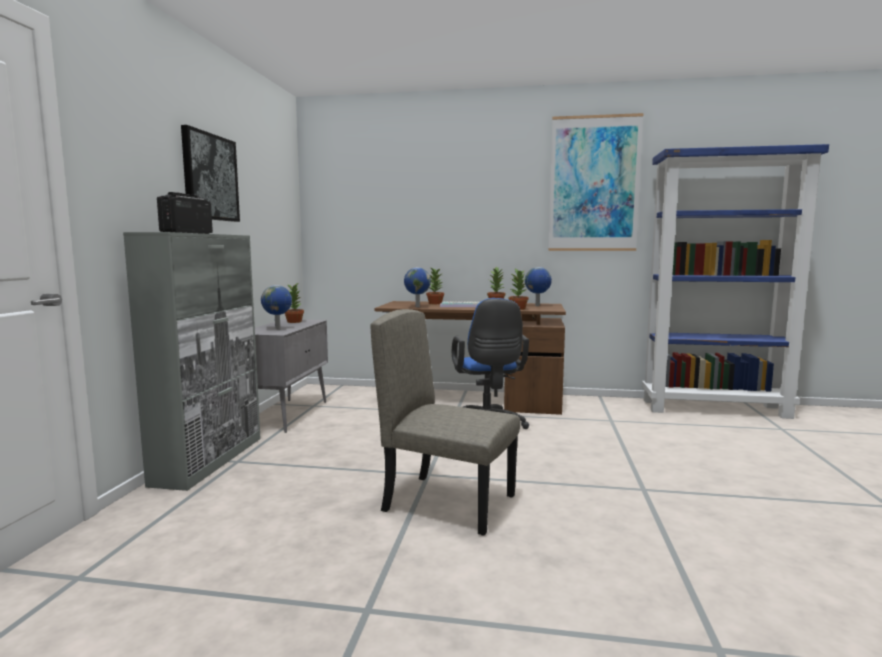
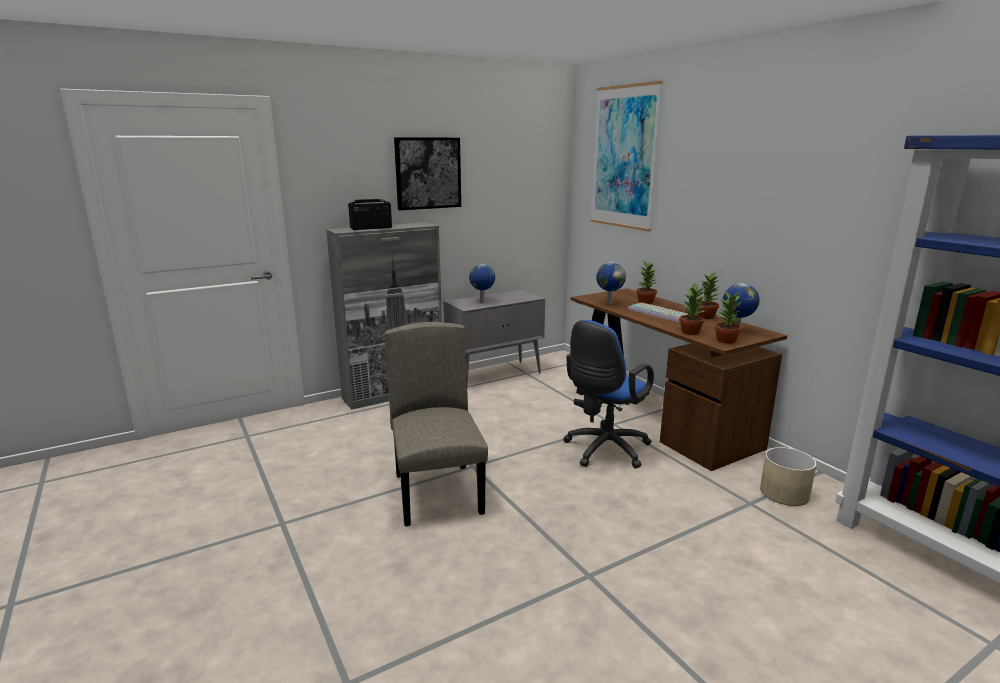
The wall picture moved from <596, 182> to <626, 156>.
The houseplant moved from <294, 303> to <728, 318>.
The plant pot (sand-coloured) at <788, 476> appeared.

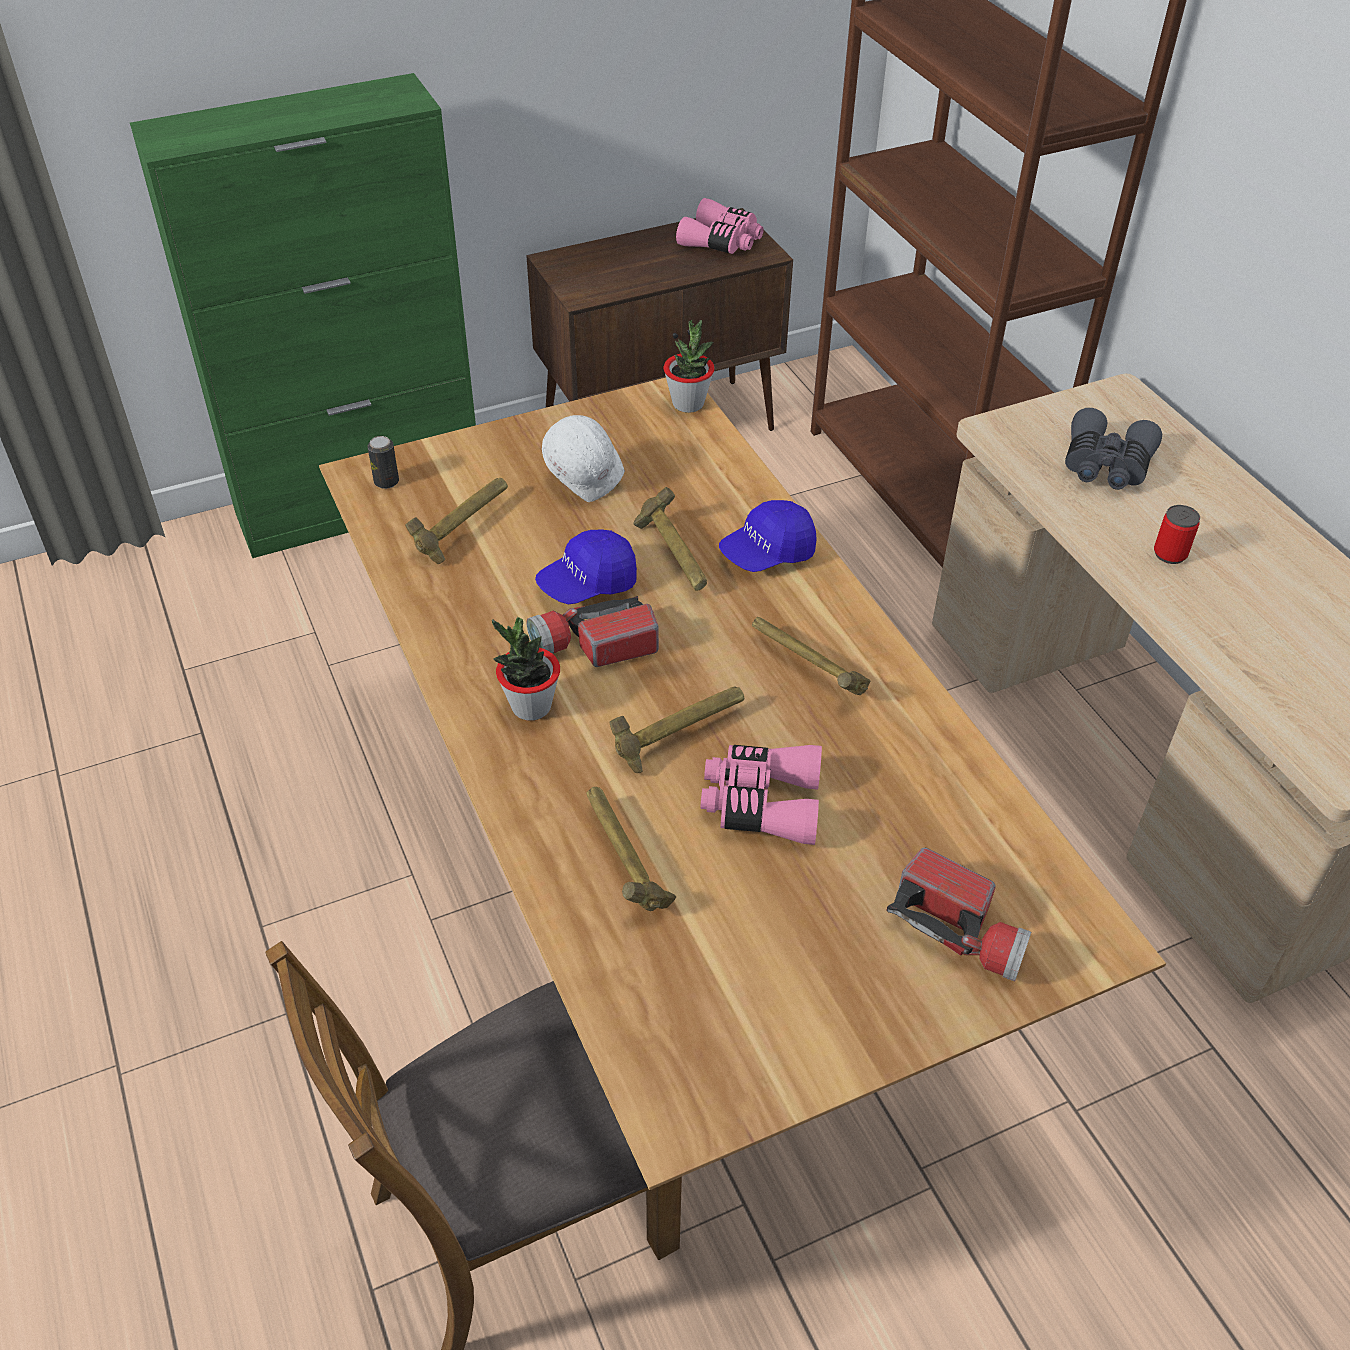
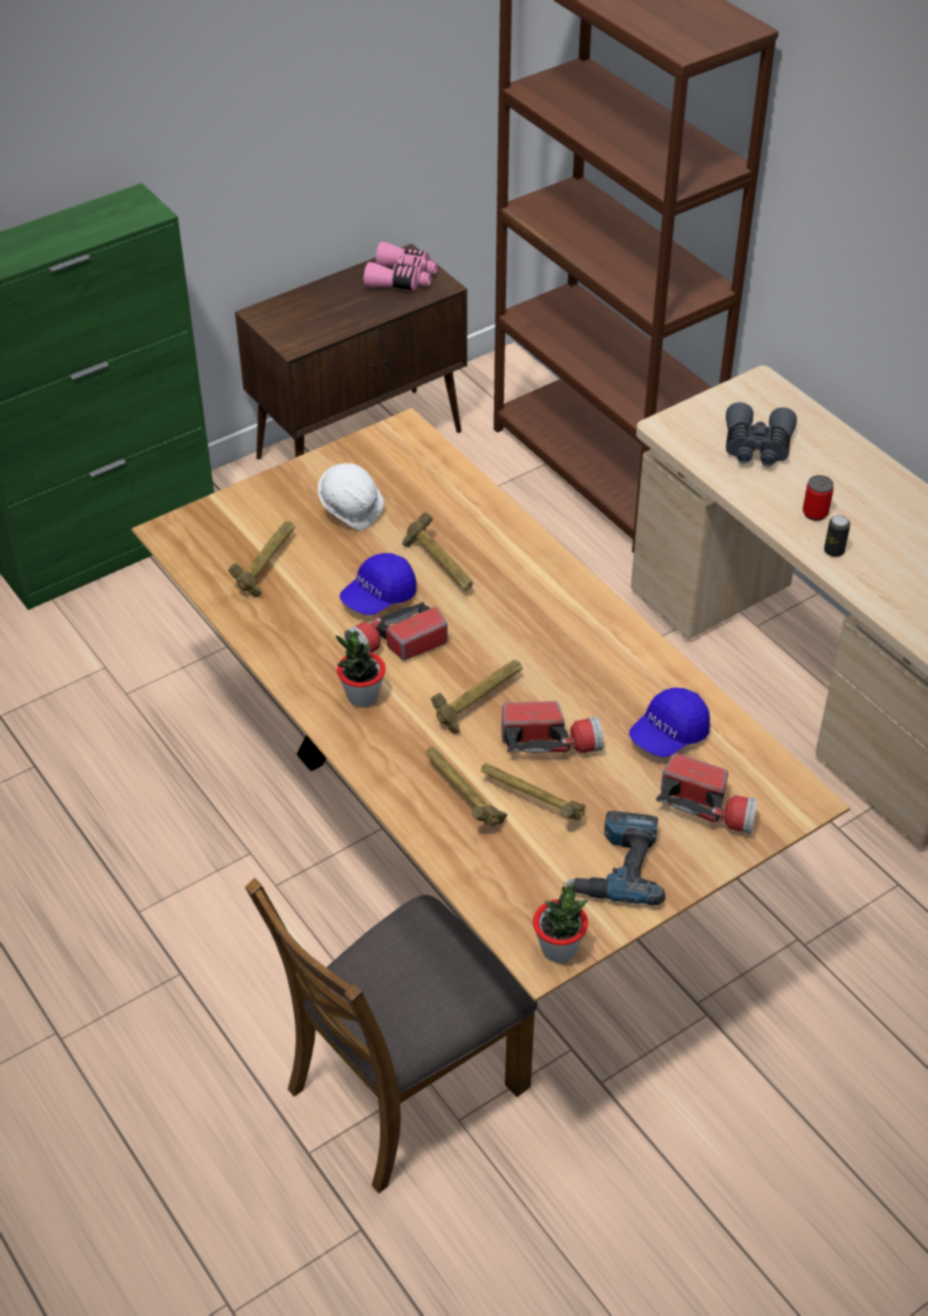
The tool hammer moved from <811, 656> to <533, 791>.
The field glasses (pink-coloured) at <761, 795> was replaced by the flashlight at <553, 727>.
The houseplant moved from <689, 366> to <560, 922>.
The power drill at <614, 858> appeared.
The baseball cap (blue-coloured) moved from <768, 536> to <669, 722>.
The metal can moved from <383, 462> to <837, 536>.

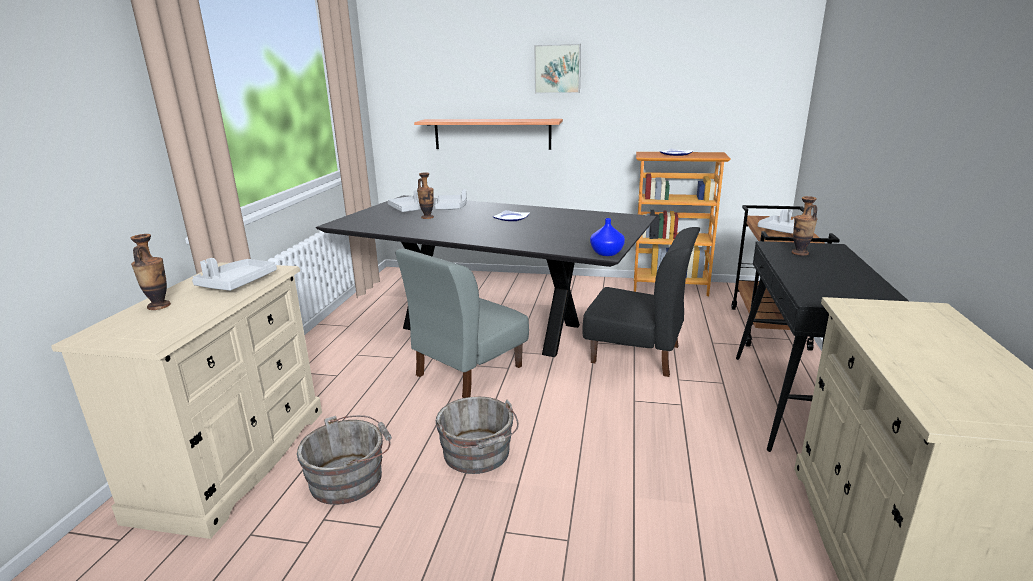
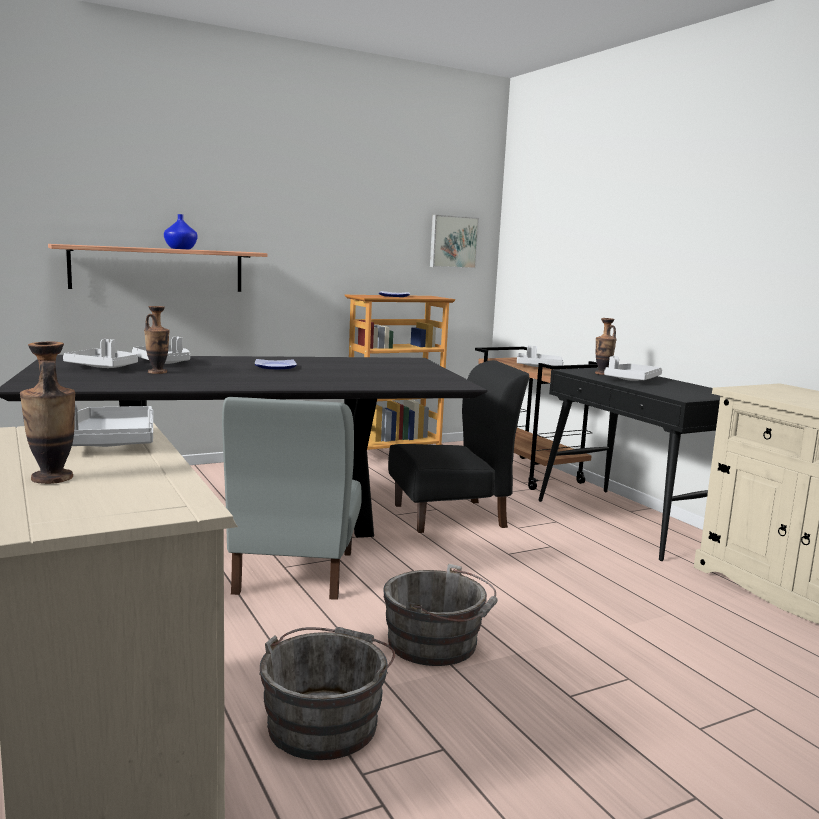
The decorative vase (blue-coloured) moved from <607, 237> to <181, 231>.
The wall picture moved from <557, 69> to <454, 242>.
The serving tray (gray) at <633, 368> appeared.

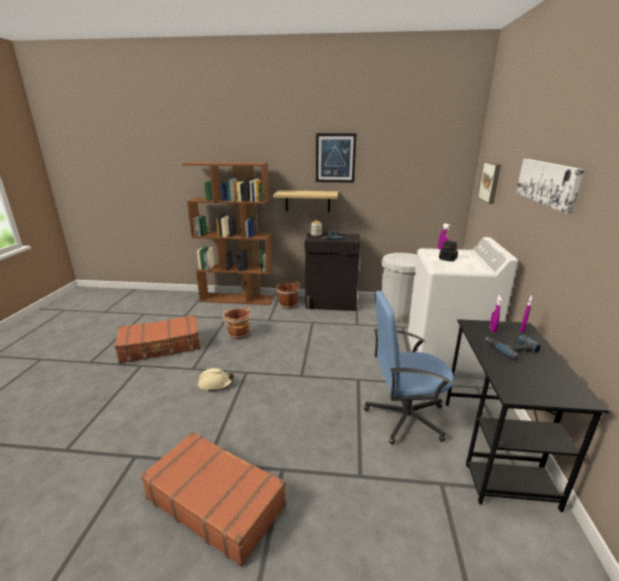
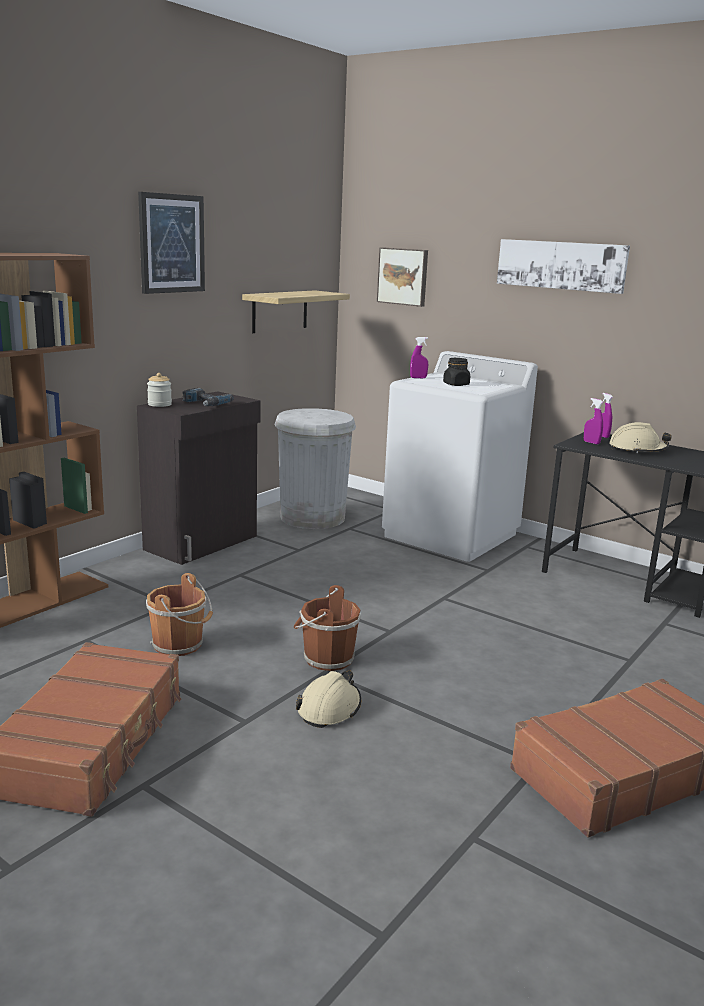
The bracket shelf moved from <305, 201> to <296, 311>.
The water bucket (brownish) moved from <287, 295> to <327, 628>.
The power drill at <513, 347> was replaced by the safety helmet (sand-coloured) at <640, 437>.
The office chair (blue-coloured) at <409, 368> disappeared.

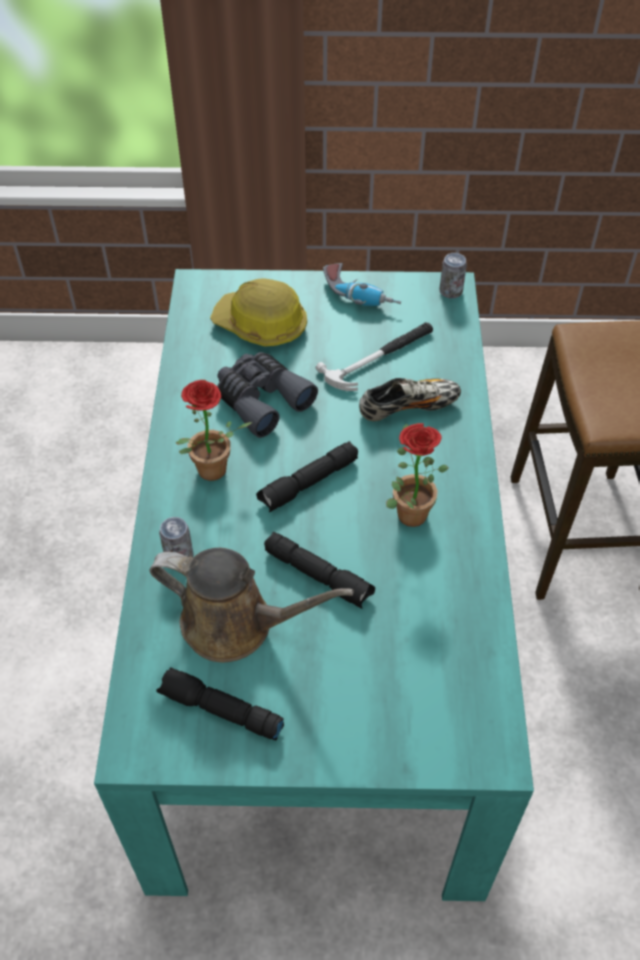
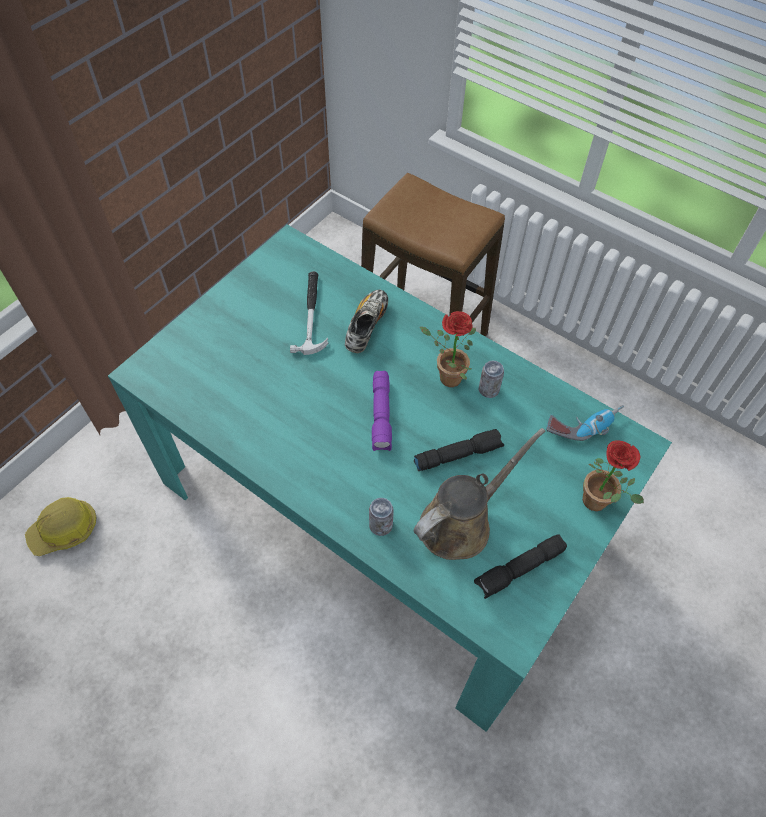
The safety helmet moved from <258, 312> to <61, 526>.
The flashlight (black) at <307, 477> became the flashlight (purple-coloured) at <382, 411>.
The metal can moved from <453, 275> to <491, 379>.
The power drill moved from <362, 284> to <585, 423>.
The houseplant moved from <214, 430> to <613, 475>.
The field glasses (gray) at <267, 395> disappeared.

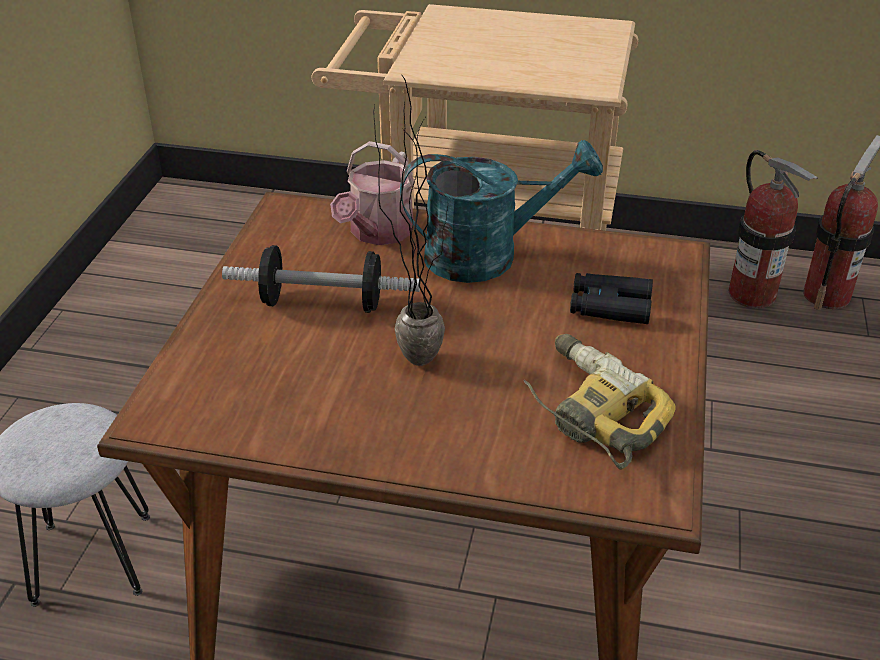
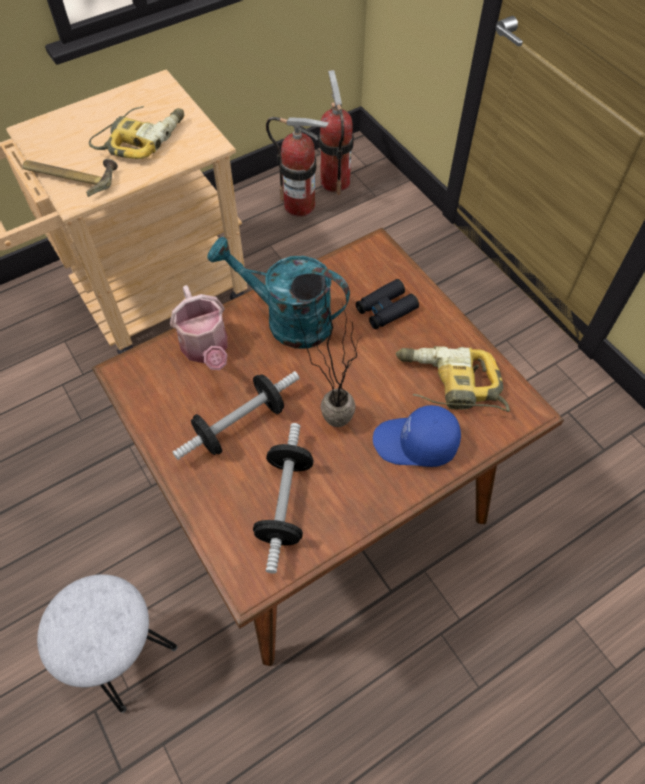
The tool hammer at <70, 178> appeared.
The power drill at <136, 132> appeared.
The sprinkling can (turquoise-coloured) at <501, 211> turned 105 degrees counterclockwise.
The dumbbell at <283, 498> appeared.
The baseball cap (blue-coloured) at <417, 436> appeared.

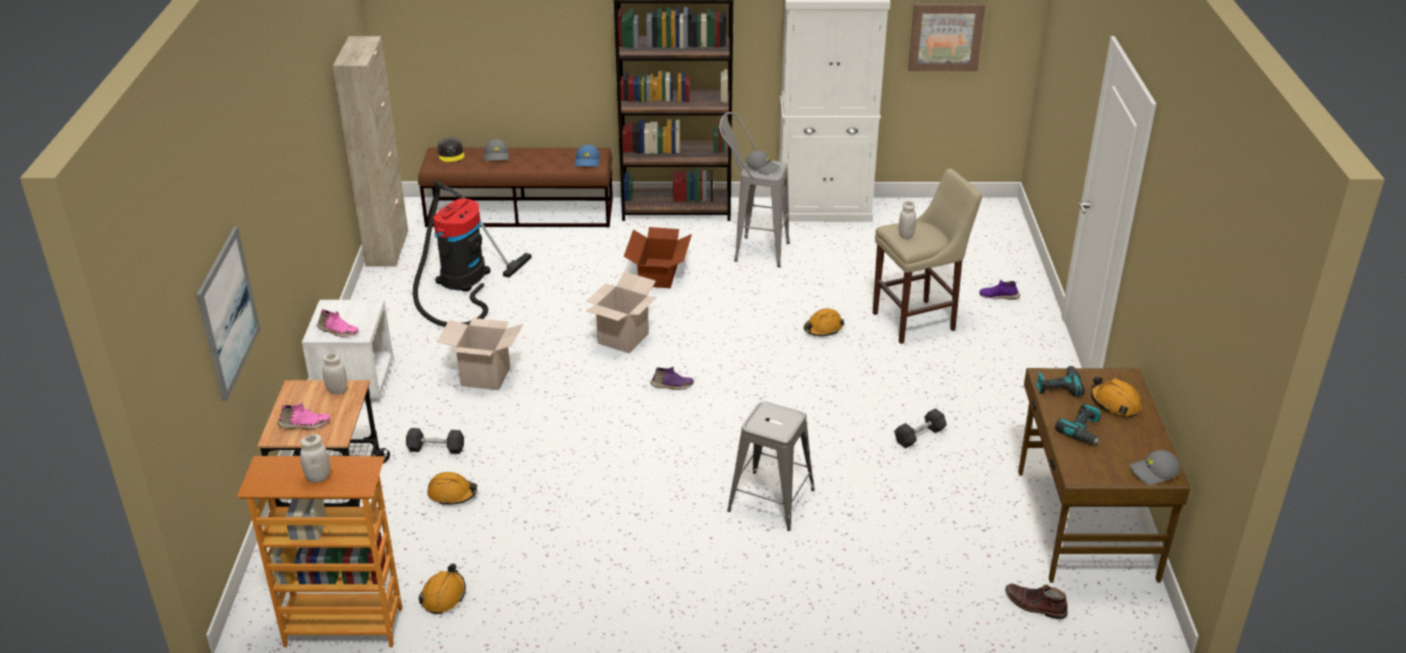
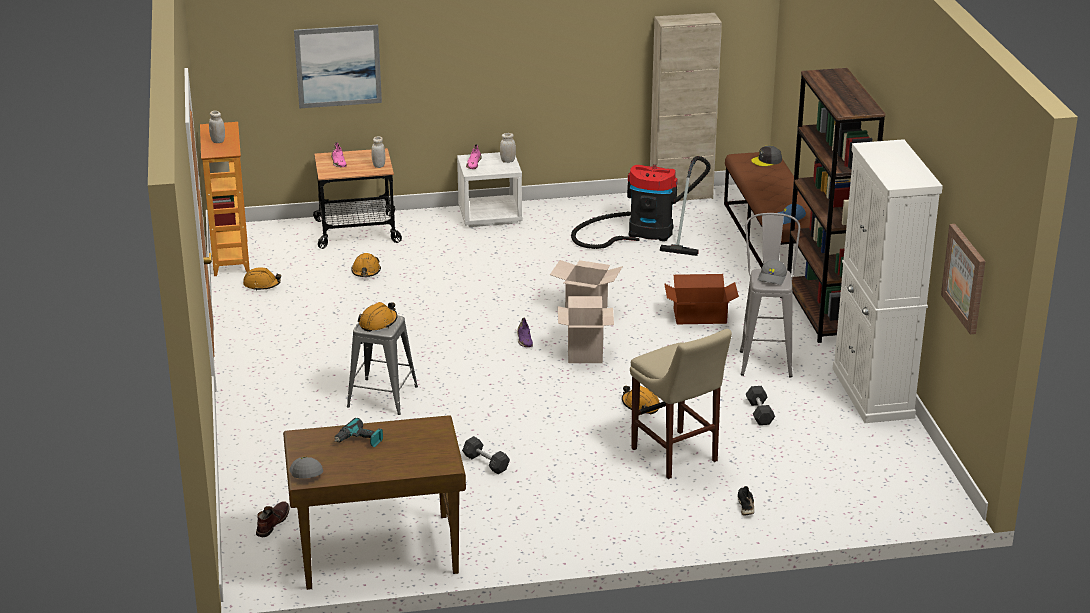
The safety helmet (orange-coloured) moved from <1116, 397> to <378, 317>.
The preserve jar (white) moved from <907, 220> to <508, 148>.
The packing box moved from <480, 354> to <586, 329>.
The item of footwear (purple-coloured) at <999, 289> became the item of footwear (black) at <746, 501>.
The dumbbell (gray) moved from <435, 441> to <760, 405>.
The baseball cap (gray) at <496, 150> disappeared.
The power drill at <1060, 381> disappeared.

